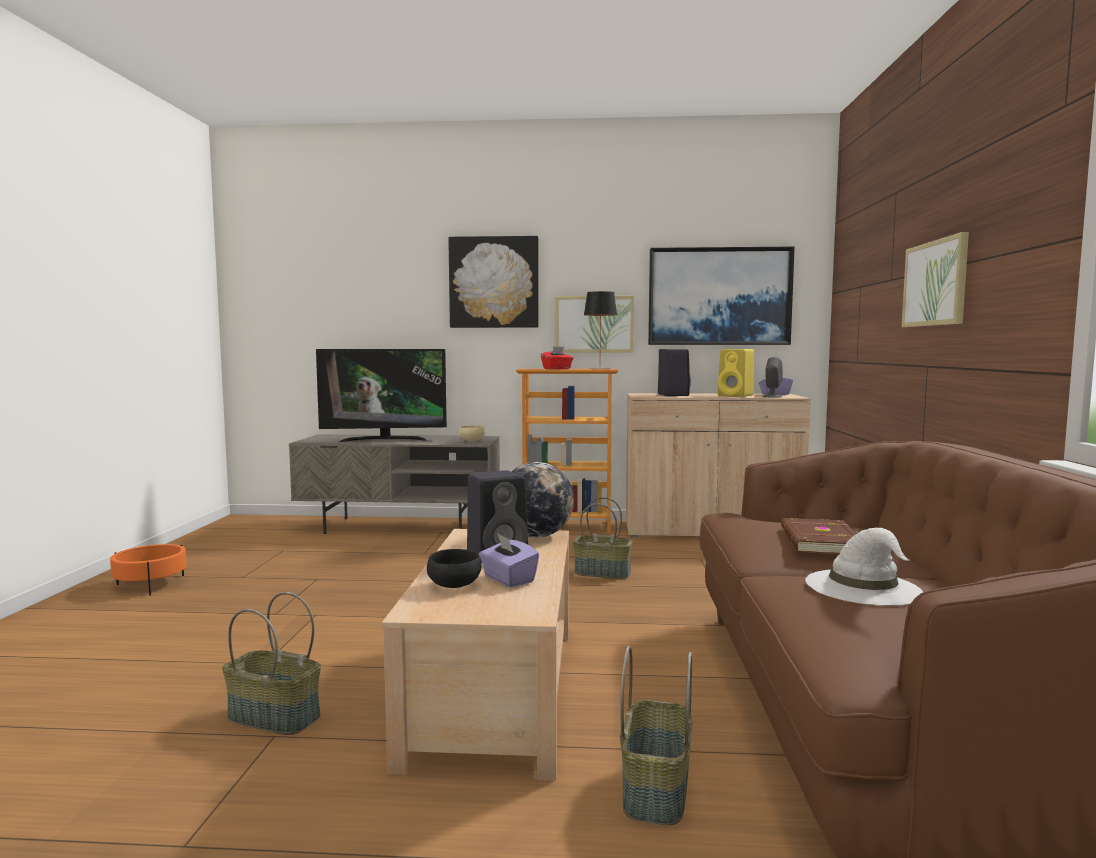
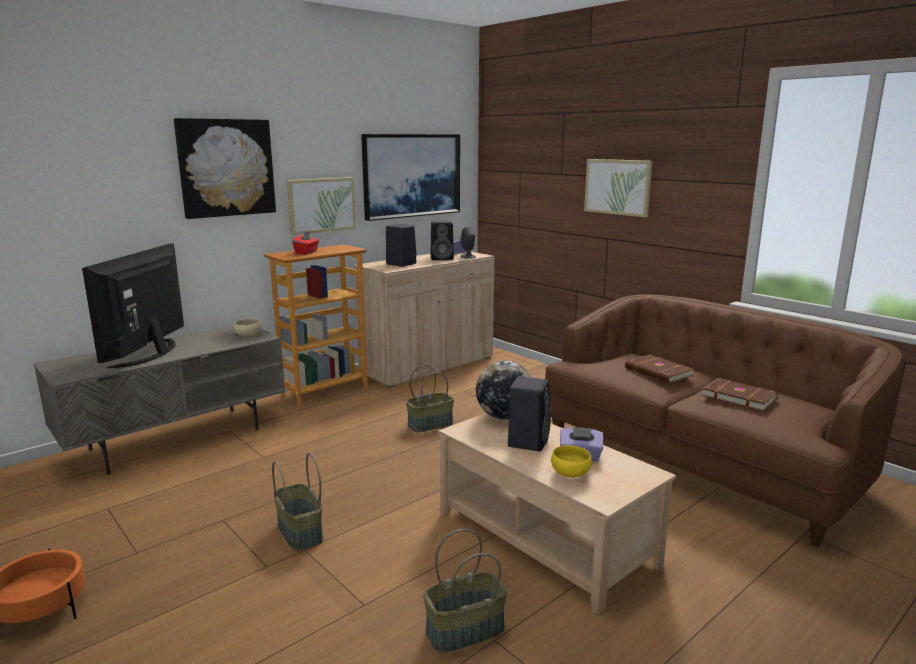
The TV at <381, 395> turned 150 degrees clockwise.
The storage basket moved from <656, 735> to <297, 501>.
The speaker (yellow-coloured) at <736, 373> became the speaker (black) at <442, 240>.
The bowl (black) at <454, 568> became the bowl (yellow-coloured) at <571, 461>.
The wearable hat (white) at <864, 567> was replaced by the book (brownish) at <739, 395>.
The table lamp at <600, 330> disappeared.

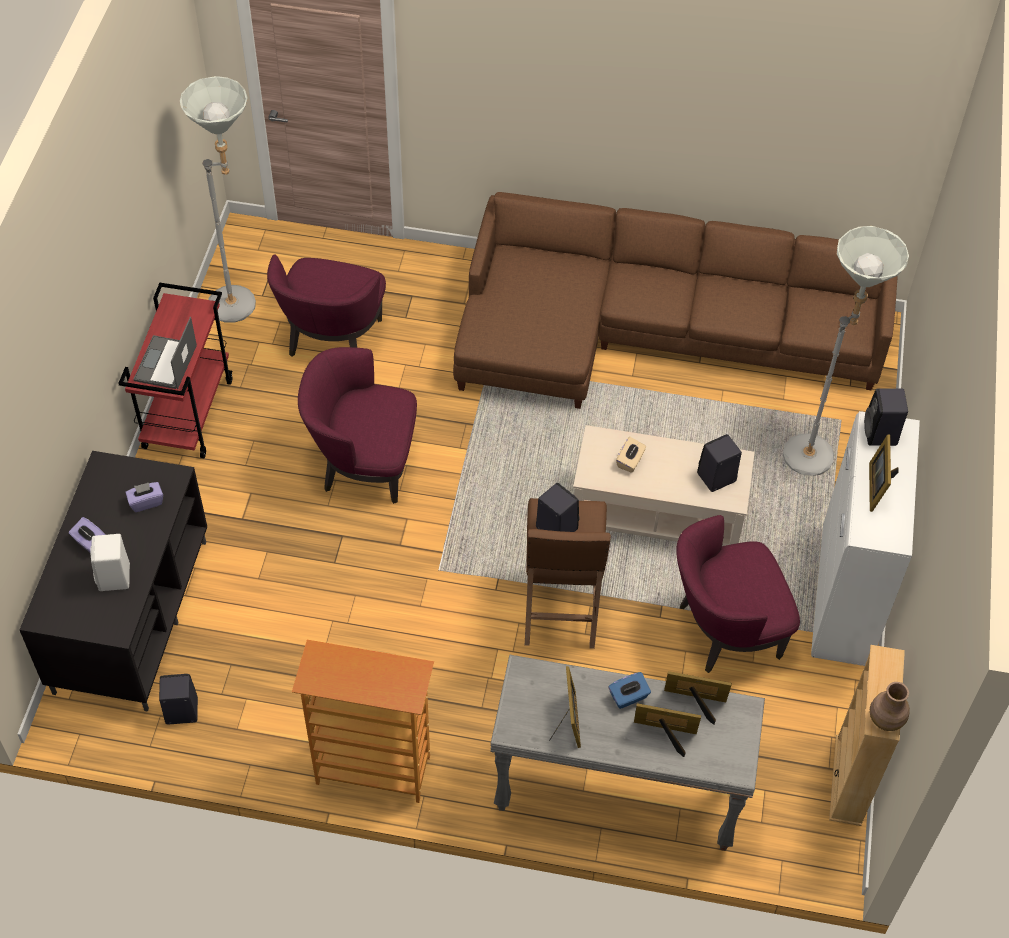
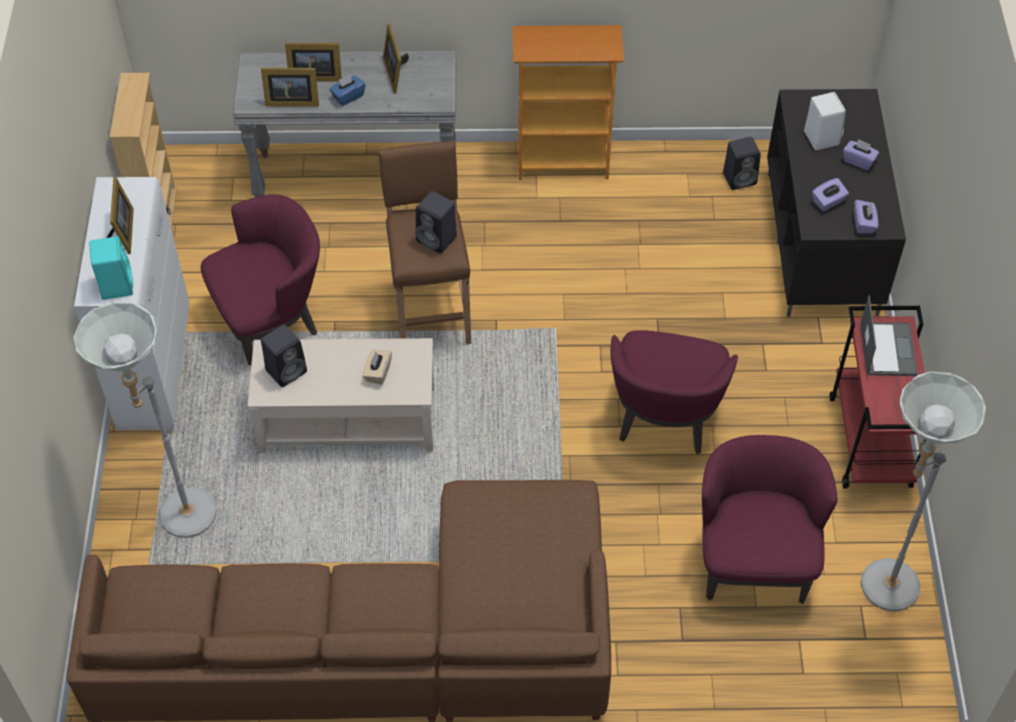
The speaker (black) at <886, 417> became the speaker (turquoise-coloured) at <111, 268>.
The armchair (purple-coloured) at <357, 425> turned 105 degrees clockwise.
The tissue holder (purple-coloured) at <866, 217> appeared.
The decorative vase (brownish) at <890, 706> disappeared.

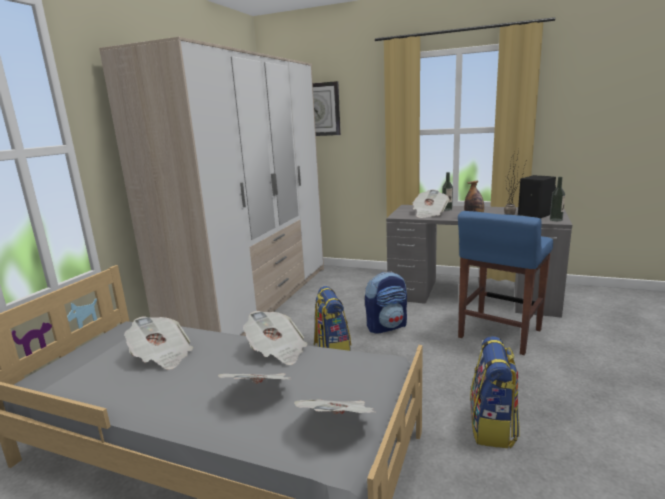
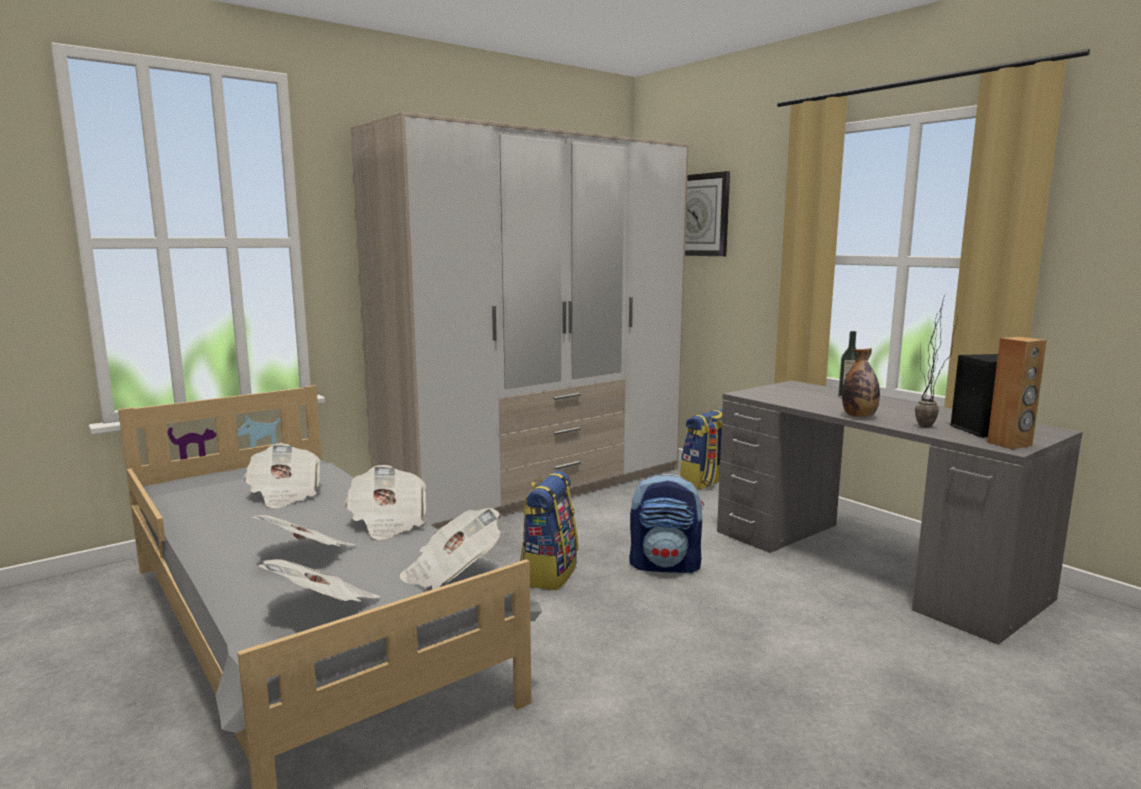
The newspaper moved from <430, 204> to <450, 549>.
The rucksack moved from <494, 392> to <701, 449>.
The bottle at <557, 199> was replaced by the speaker (brownish) at <1017, 393>.
The stool (blue-coloured) at <505, 283> disappeared.

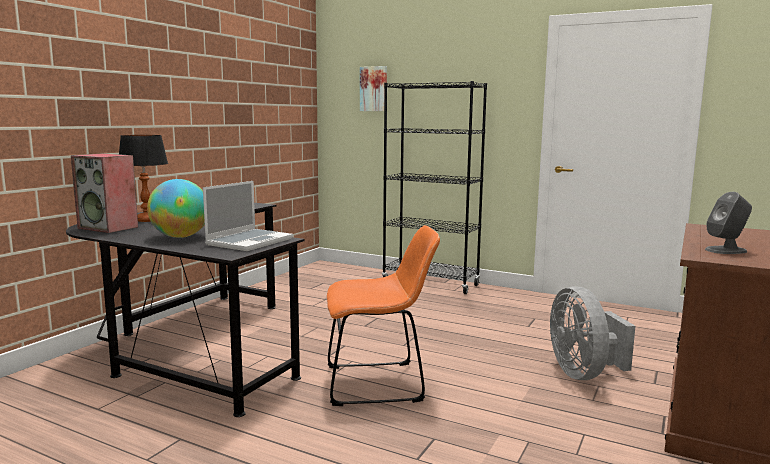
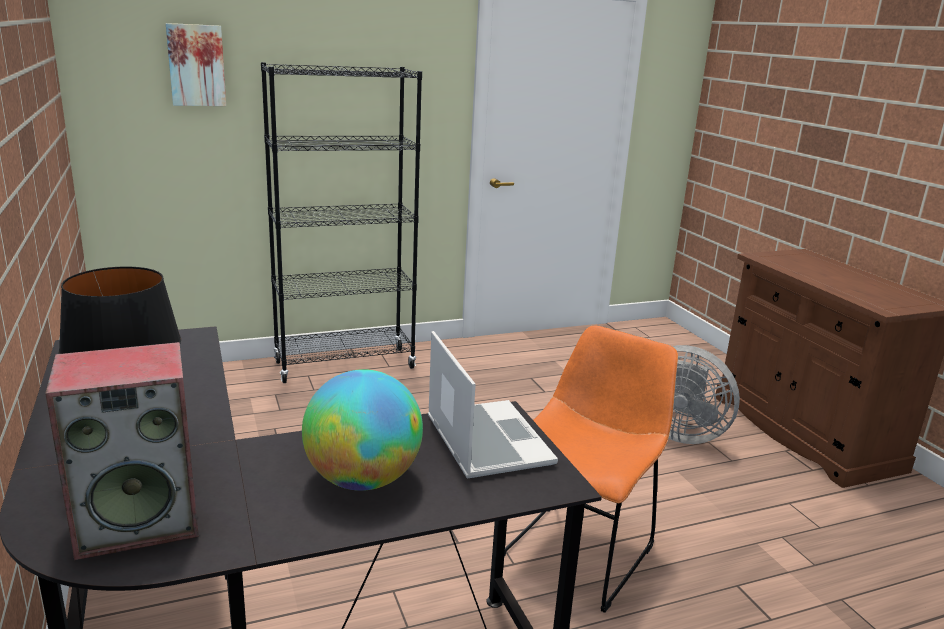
The speaker (gray) at <728, 223> disappeared.

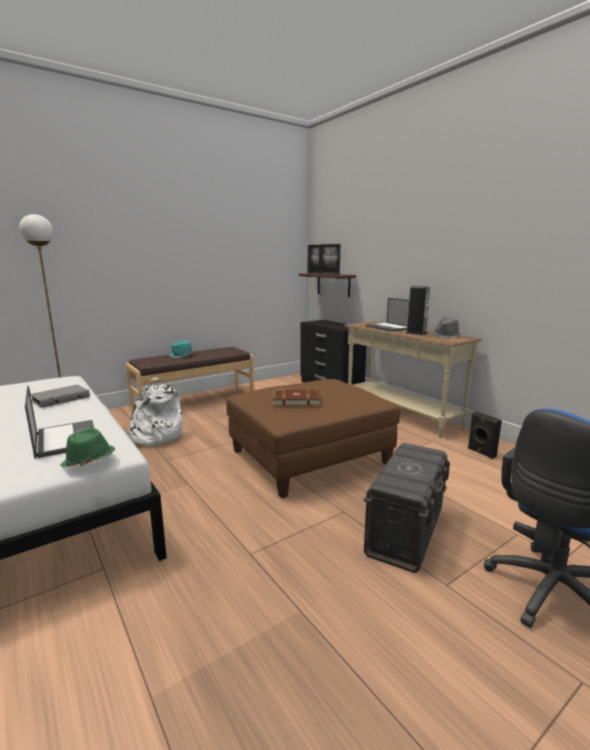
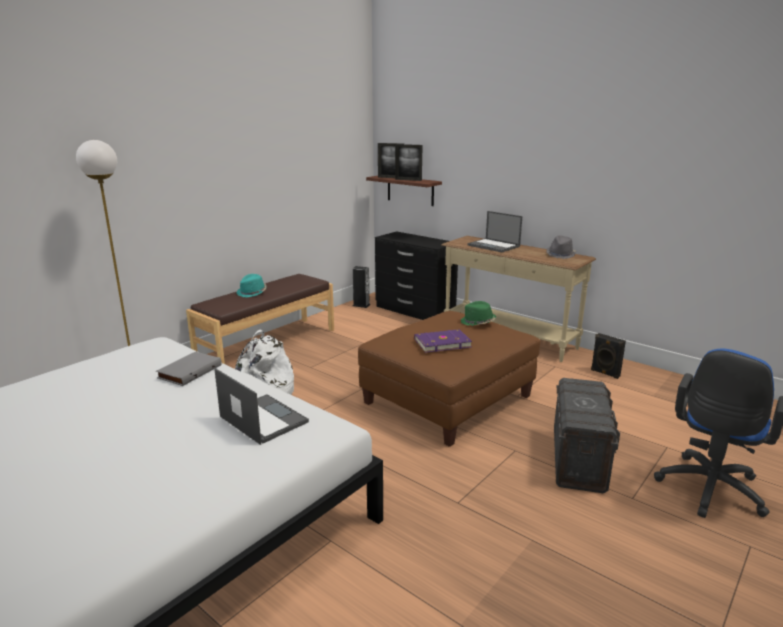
The speaker moved from <418, 310> to <361, 287>.
The book (brownish) at <297, 397> became the book (purple-coloured) at <443, 341>.
The wearable hat (green) moved from <87, 447> to <479, 313>.

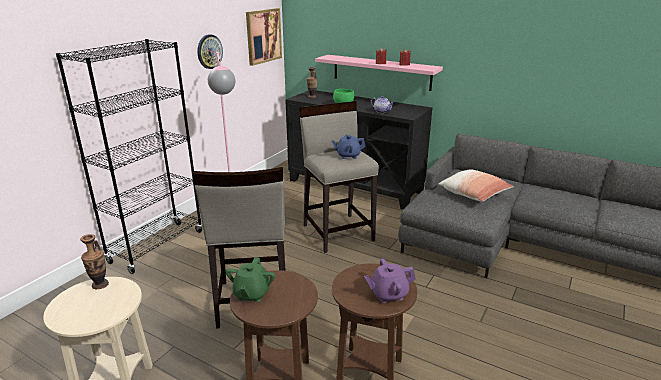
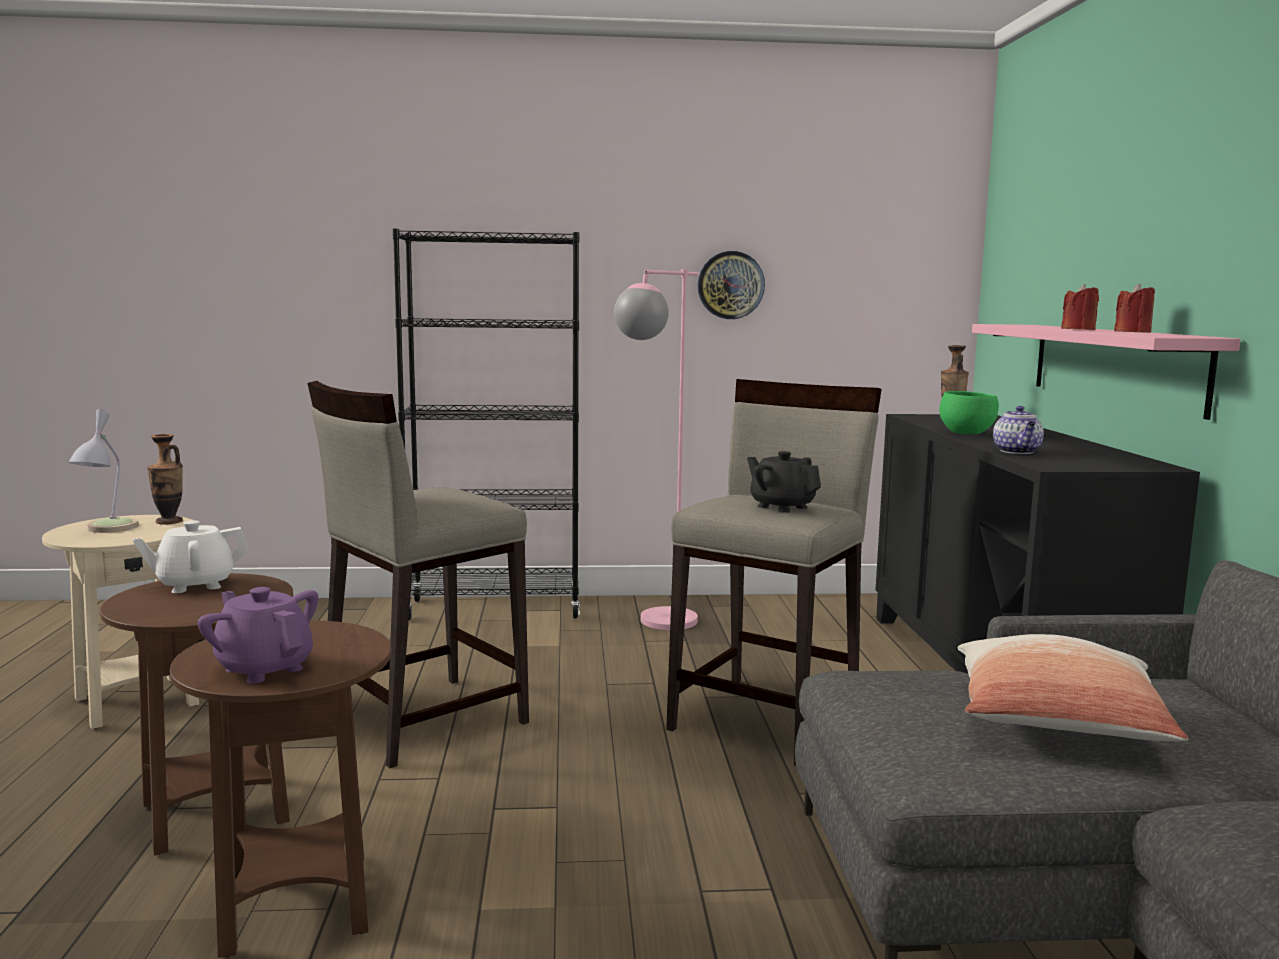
The table lamp at <104, 471> appeared.
The teapot (green) at <250, 279> became the teapot (white) at <191, 556>.
The teapot (blue-coloured) at <348, 146> became the teapot (black) at <784, 482>.
The wall picture at <264, 37> disappeared.

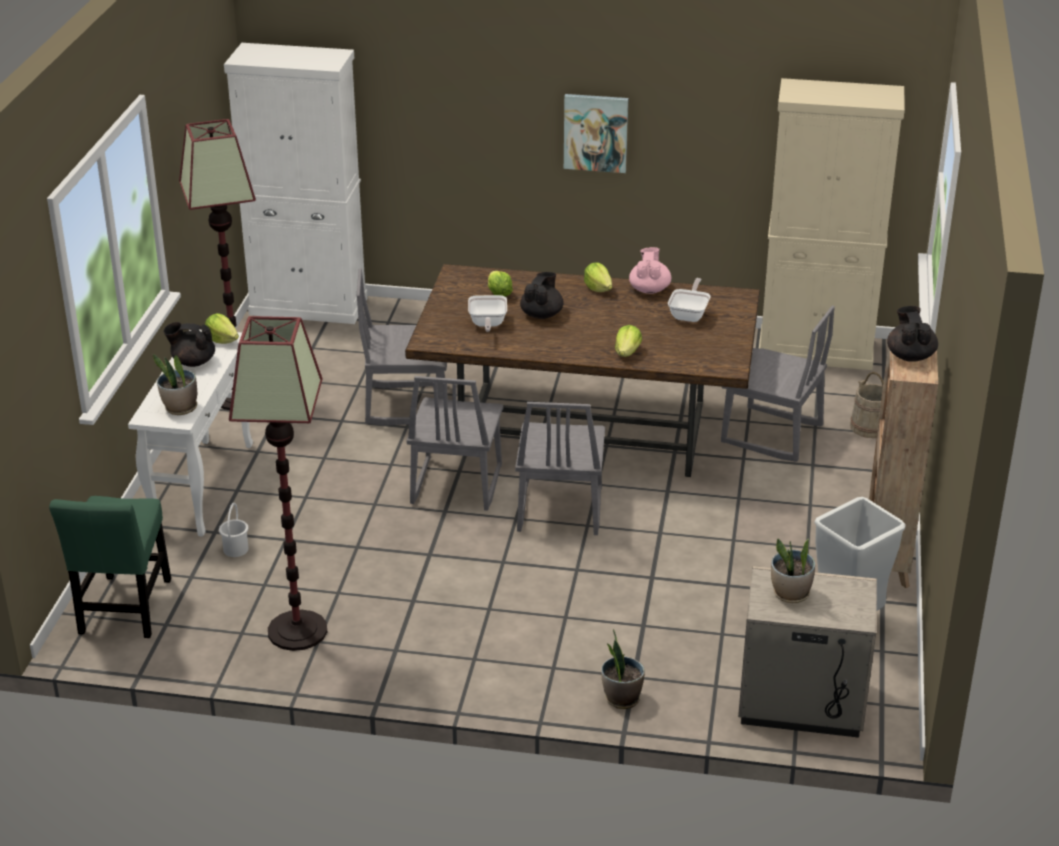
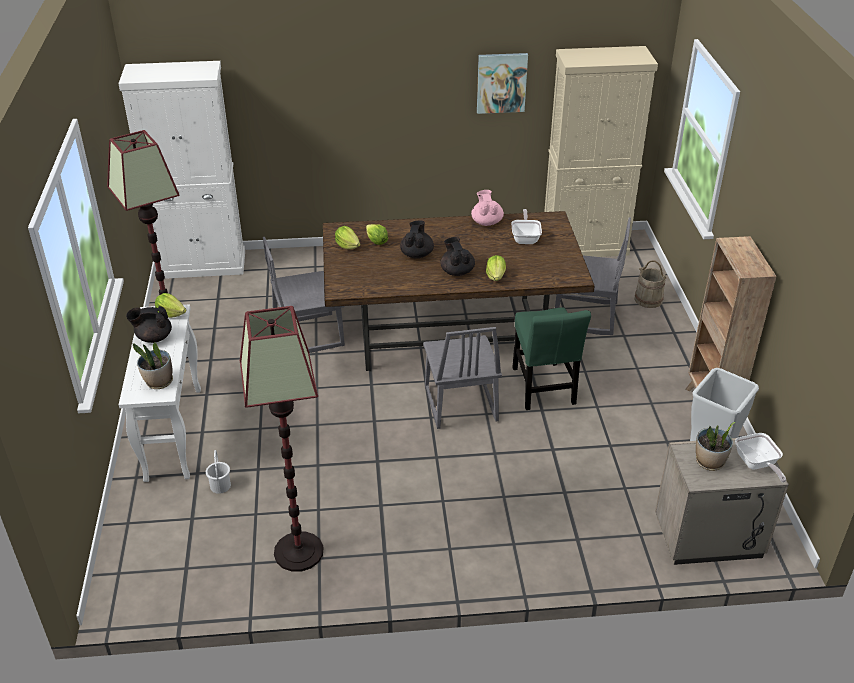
The head of lettuce moved from <598, 277> to <347, 237>.
The teapot (black) moved from <912, 334> to <457, 256>.
The wall picture moved from <596, 133> to <502, 83>.
The plain chair (green) moved from <110, 567> to <551, 358>.
The skillet moved from <487, 313> to <760, 457>.
The plain chair (gray) at <455, 443> disappeared.
The houseplant at <623, 669> disappeared.

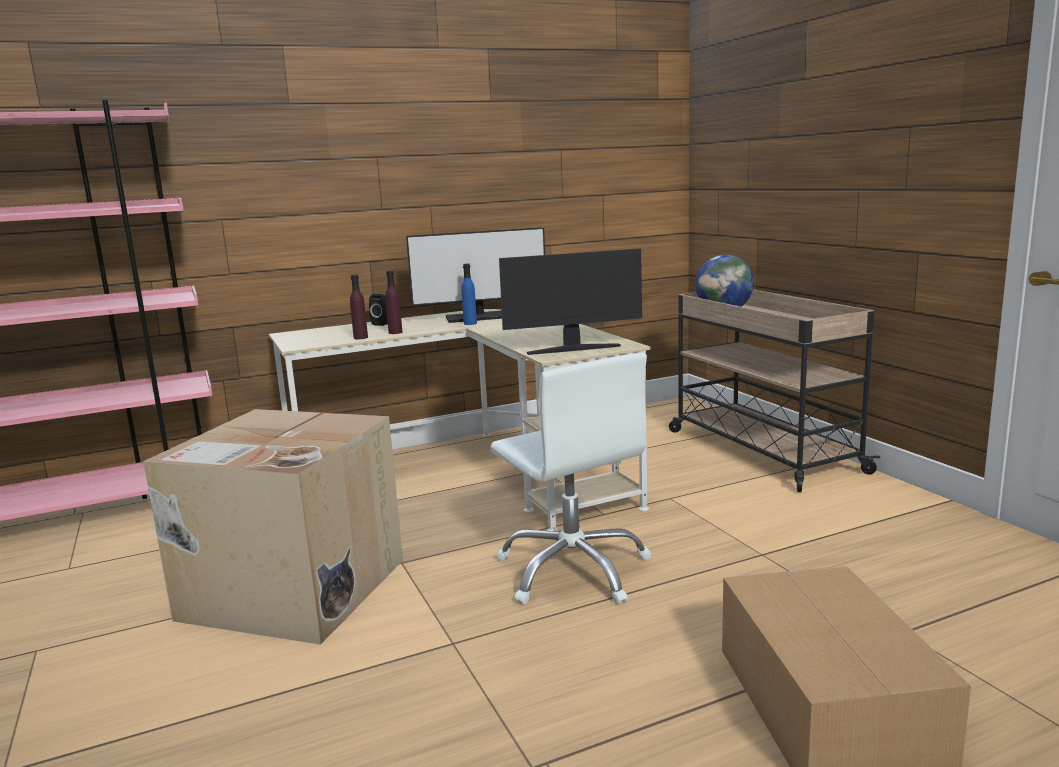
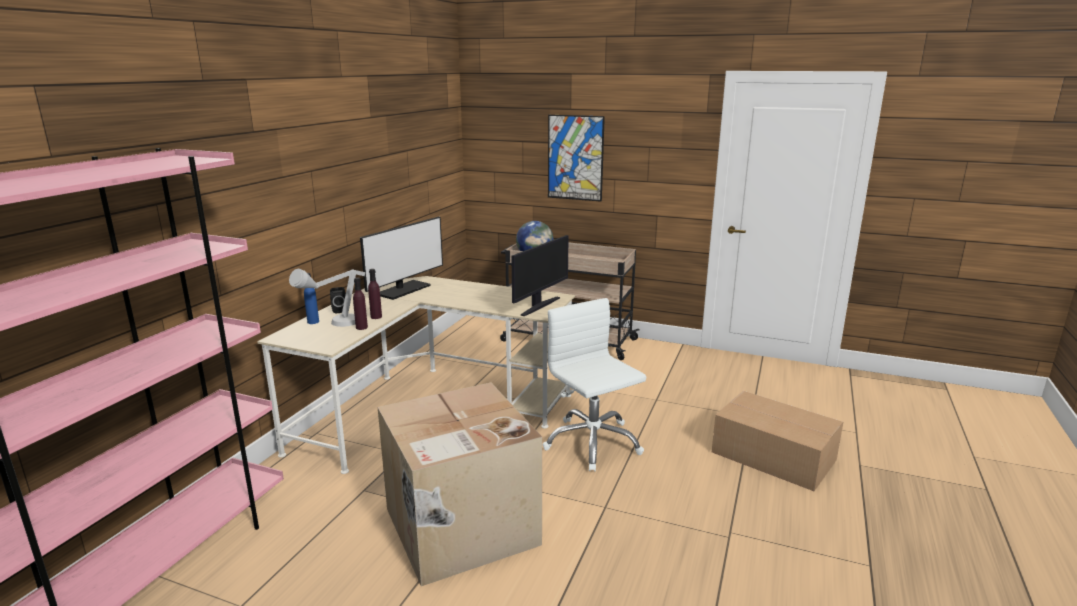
The table lamp (gray) at <327, 298> appeared.
The bottle (blue-coloured) moved from <469, 294> to <311, 298>.
The office chair (white) at <571, 479> turned 135 degrees counterclockwise.
The wall picture at <576, 158> appeared.

